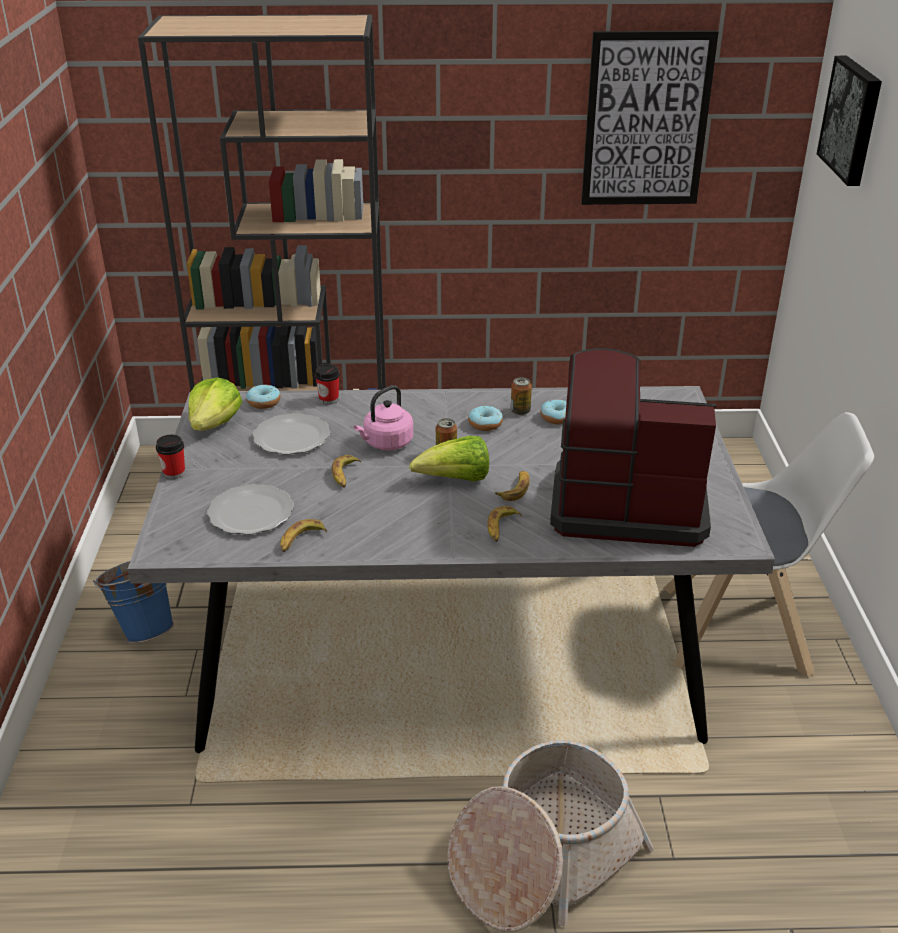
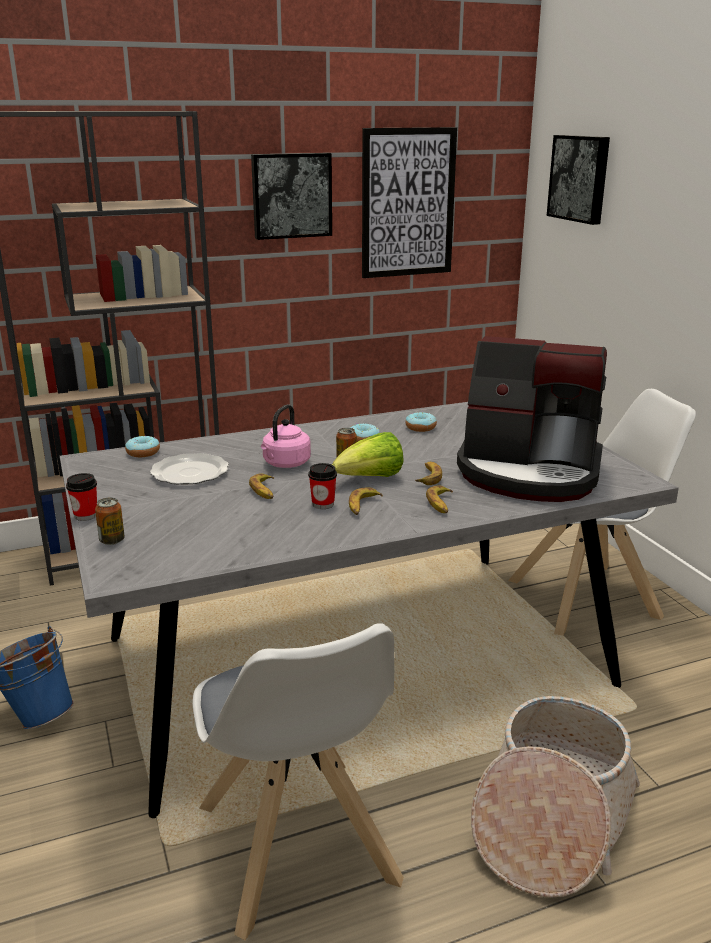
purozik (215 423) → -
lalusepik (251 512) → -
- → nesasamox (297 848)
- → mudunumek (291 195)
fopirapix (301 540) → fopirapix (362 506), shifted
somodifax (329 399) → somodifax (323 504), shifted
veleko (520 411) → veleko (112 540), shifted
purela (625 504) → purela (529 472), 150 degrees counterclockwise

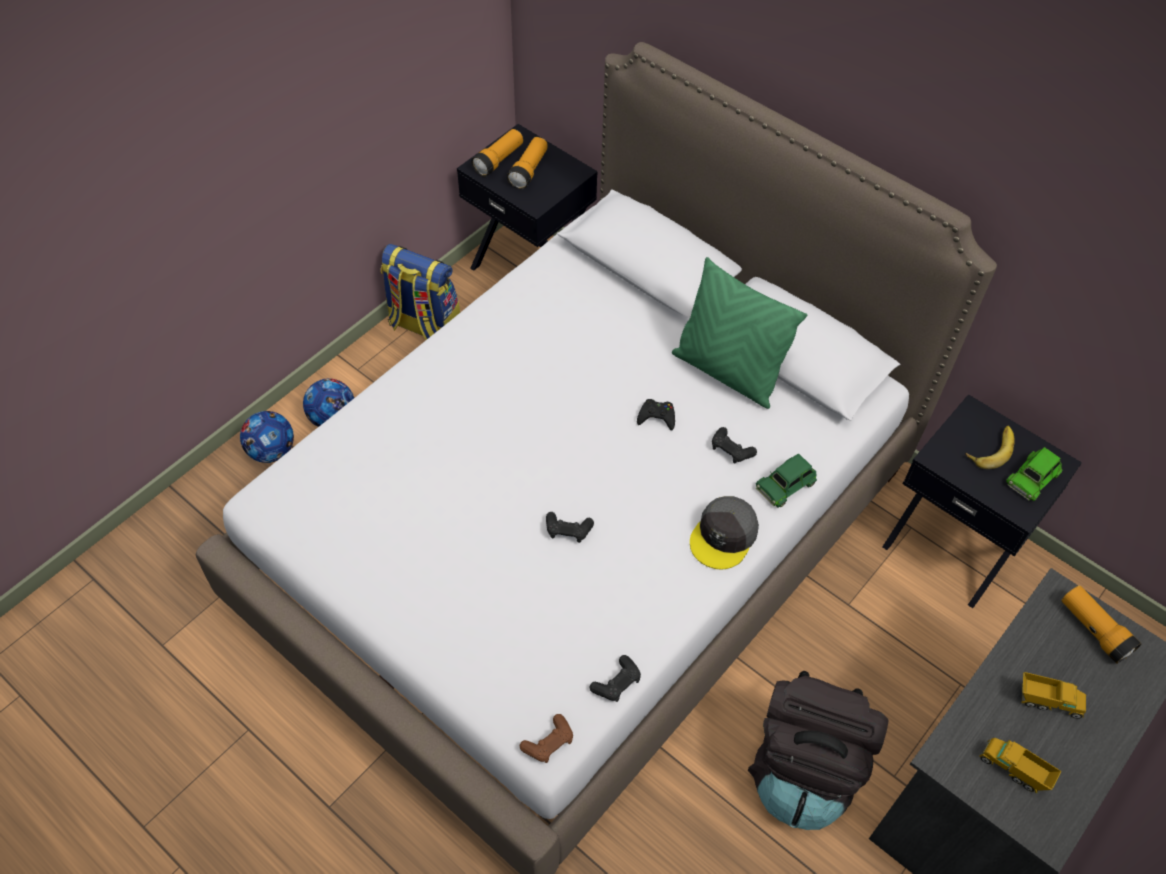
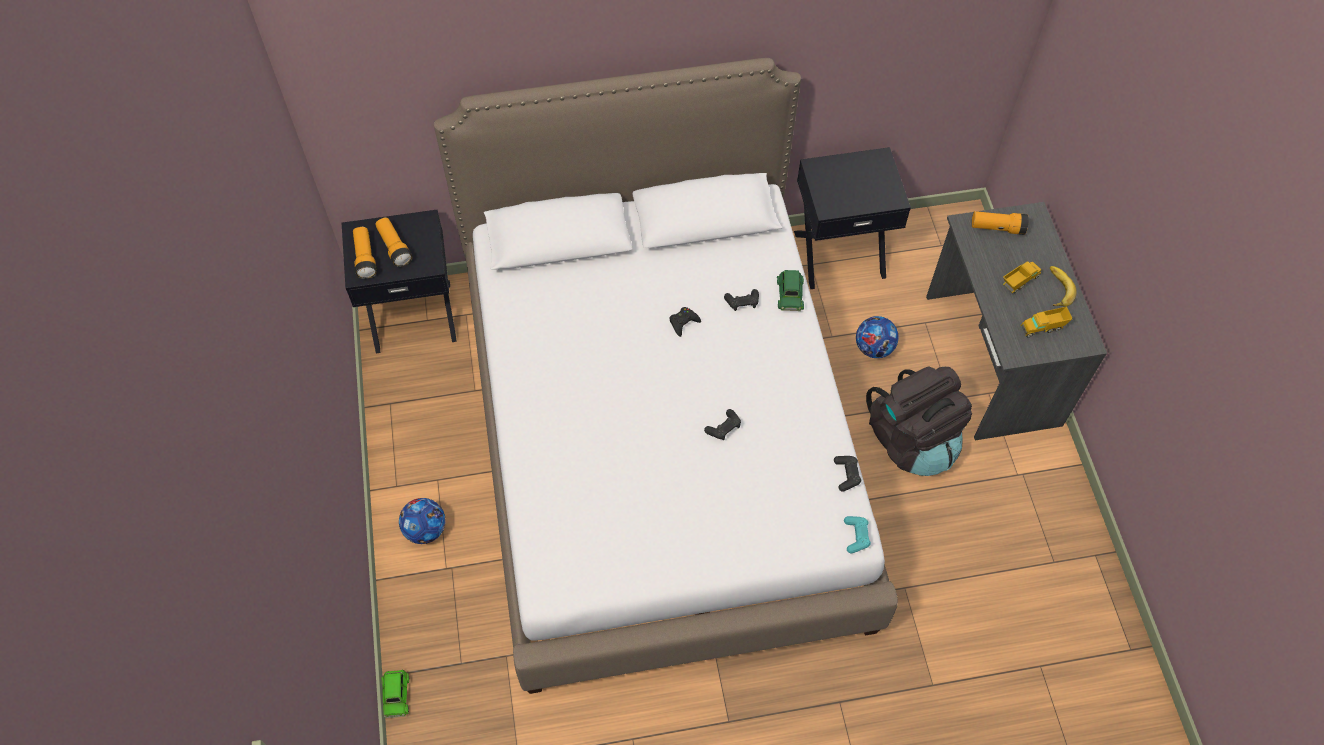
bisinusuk (423 325) → -
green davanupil (727 372) → -
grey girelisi (724 536) → -
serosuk (272 451) → serosuk (873 348), shifted
fopirapix (990 448) → fopirapix (1056 289), shifted
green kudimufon (1033 477) → green kudimufon (395 695), shifted
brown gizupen (548 742) → turquoise gizupen (856 536)

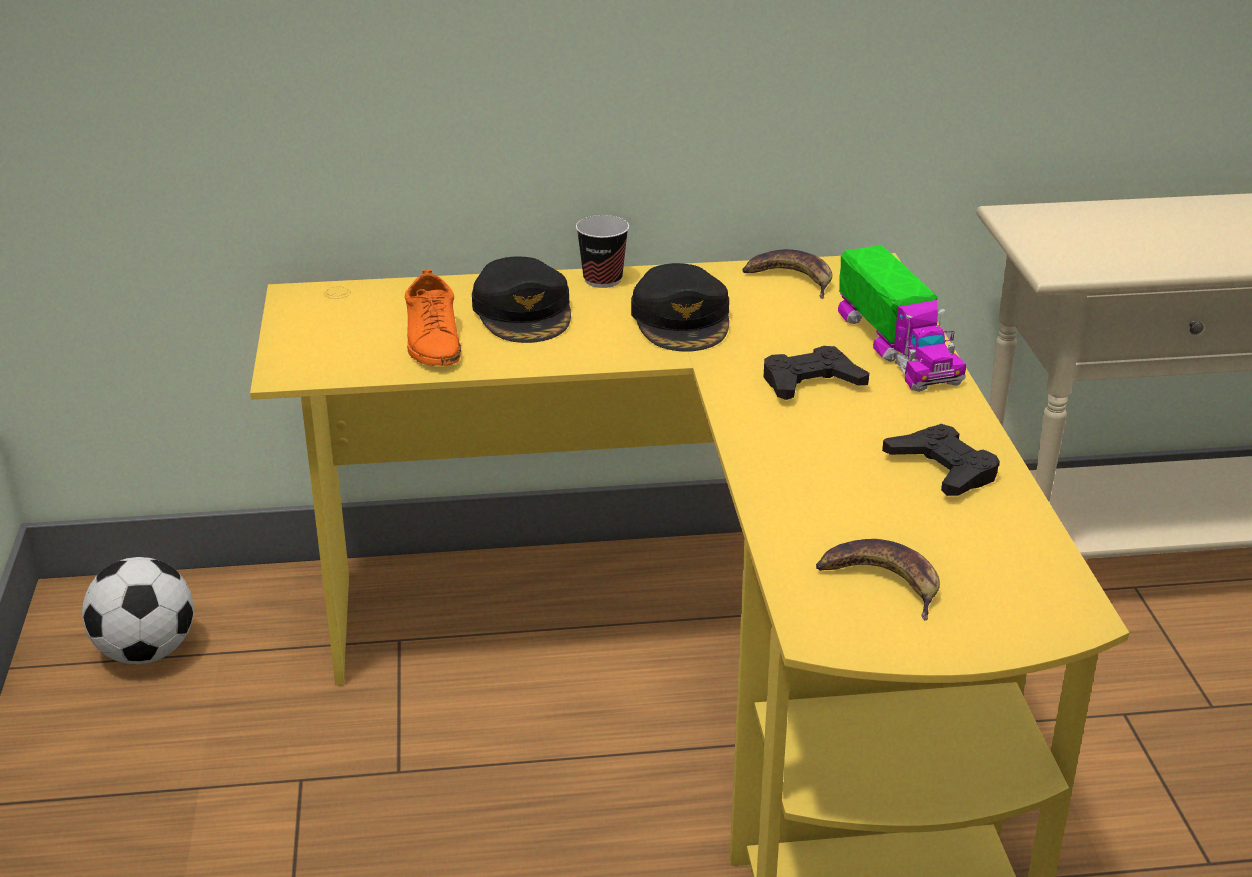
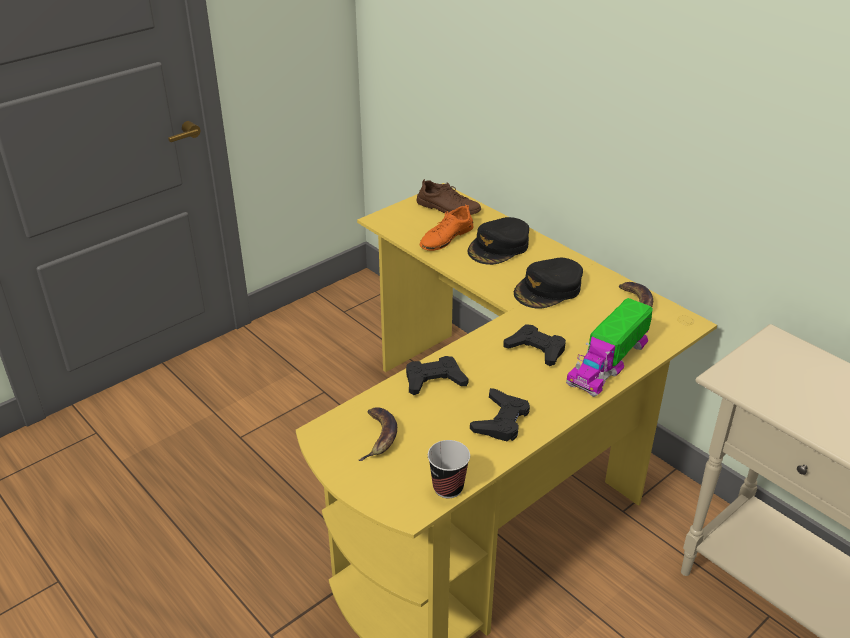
serosuk (146 652) → -
- → black gizupen (434 380)
- → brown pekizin (448 208)
somodifax (602 280) → somodifax (448 487), shifted

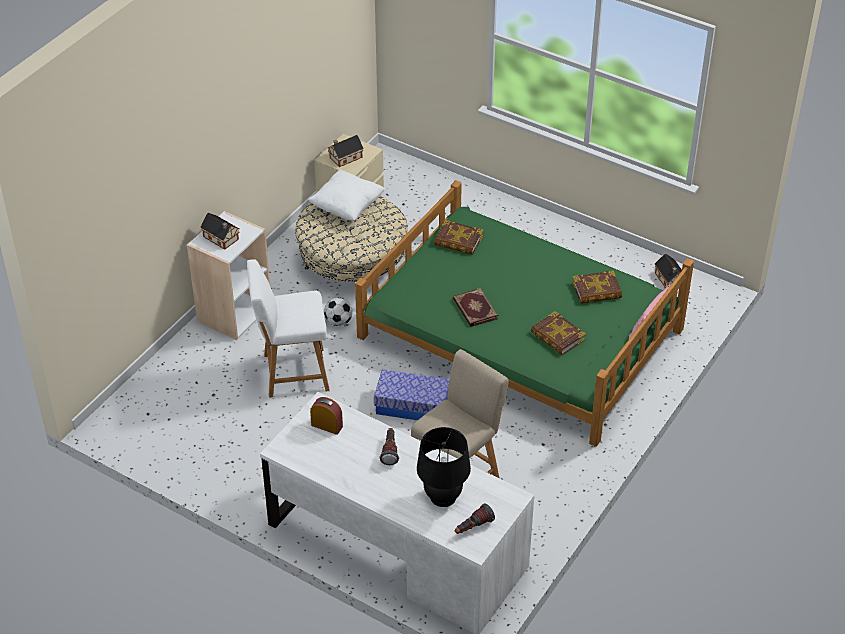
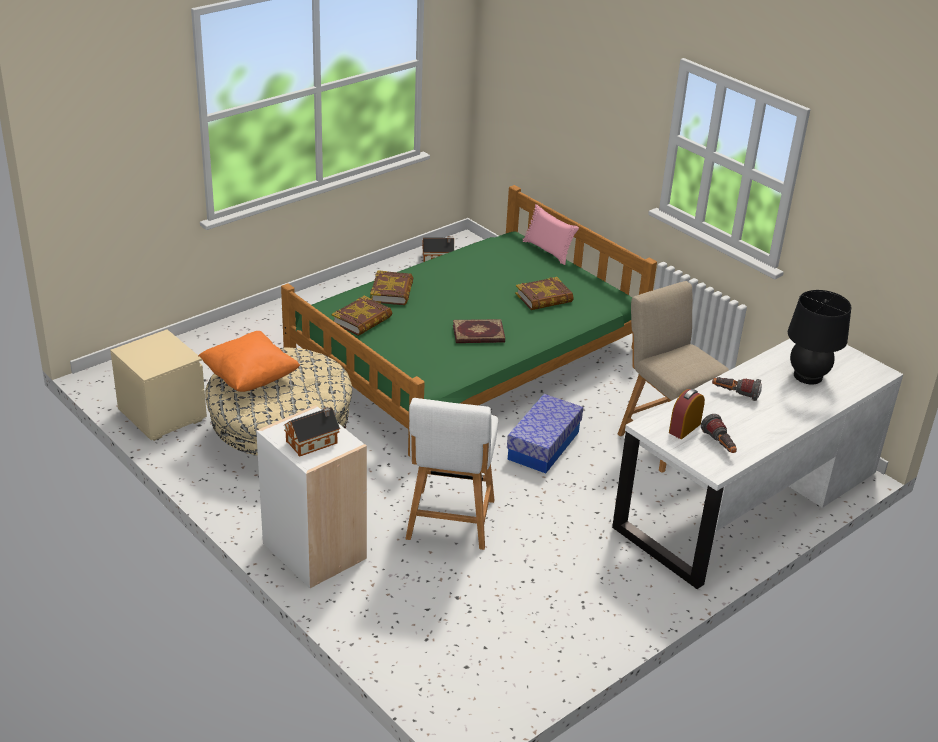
serosuk (338 321) → -
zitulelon (344 158) → -
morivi (473 527) → morivi (719 445), shifted
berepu (597 291) → berepu (392 292), shifted
white davanupil (347 207) → orange davanupil (250 378)

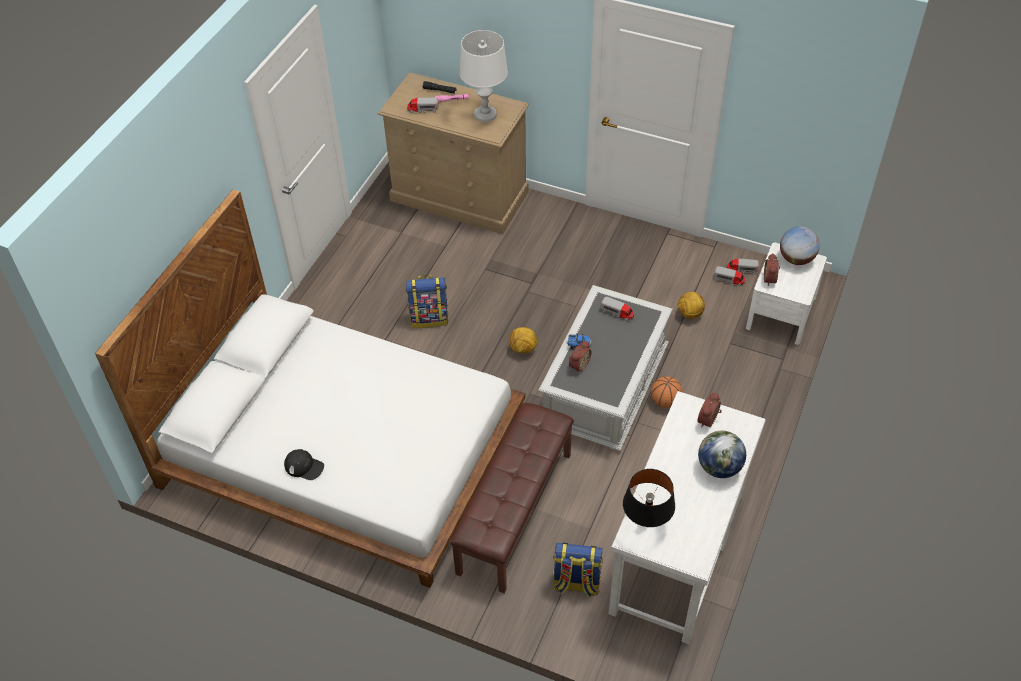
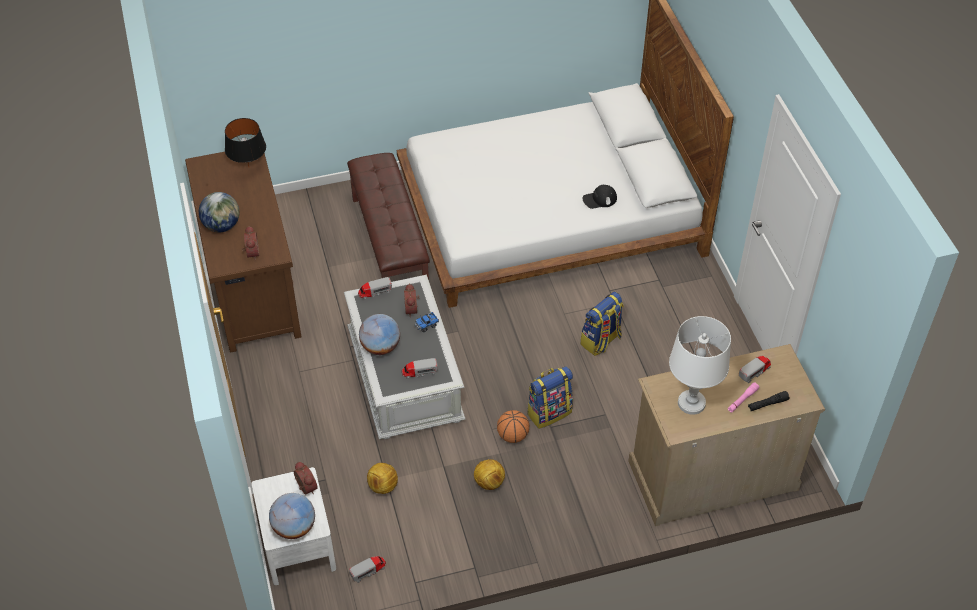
- → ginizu (380 347)
black girelisi (304 466) → black girelisi (599 199), shifted
serosuk (523 349) → serosuk (489 482), shifted
bisinusuk (576 583) → bisinusuk (549 412), shifted
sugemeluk (665 401) → sugemeluk (512 435), shifted
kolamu (729 280) → kolamu (375 292), shifted
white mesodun (678 553) → brown mesodun (251 287)

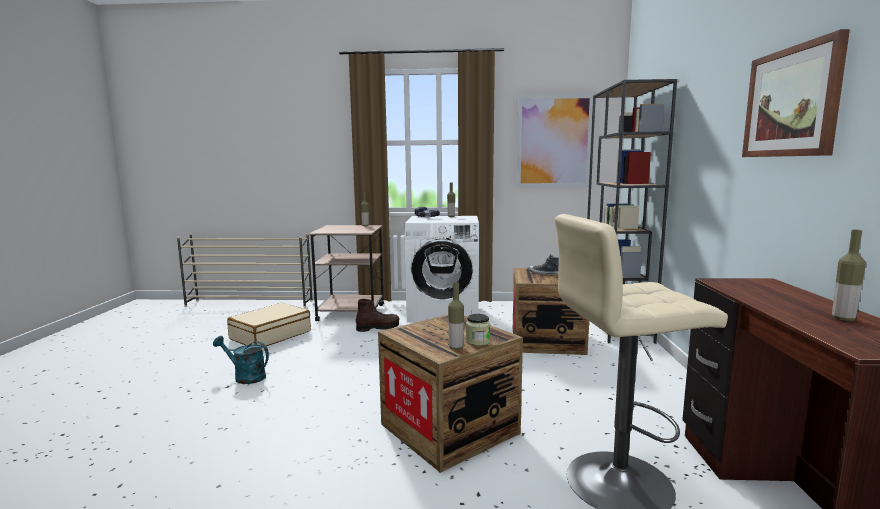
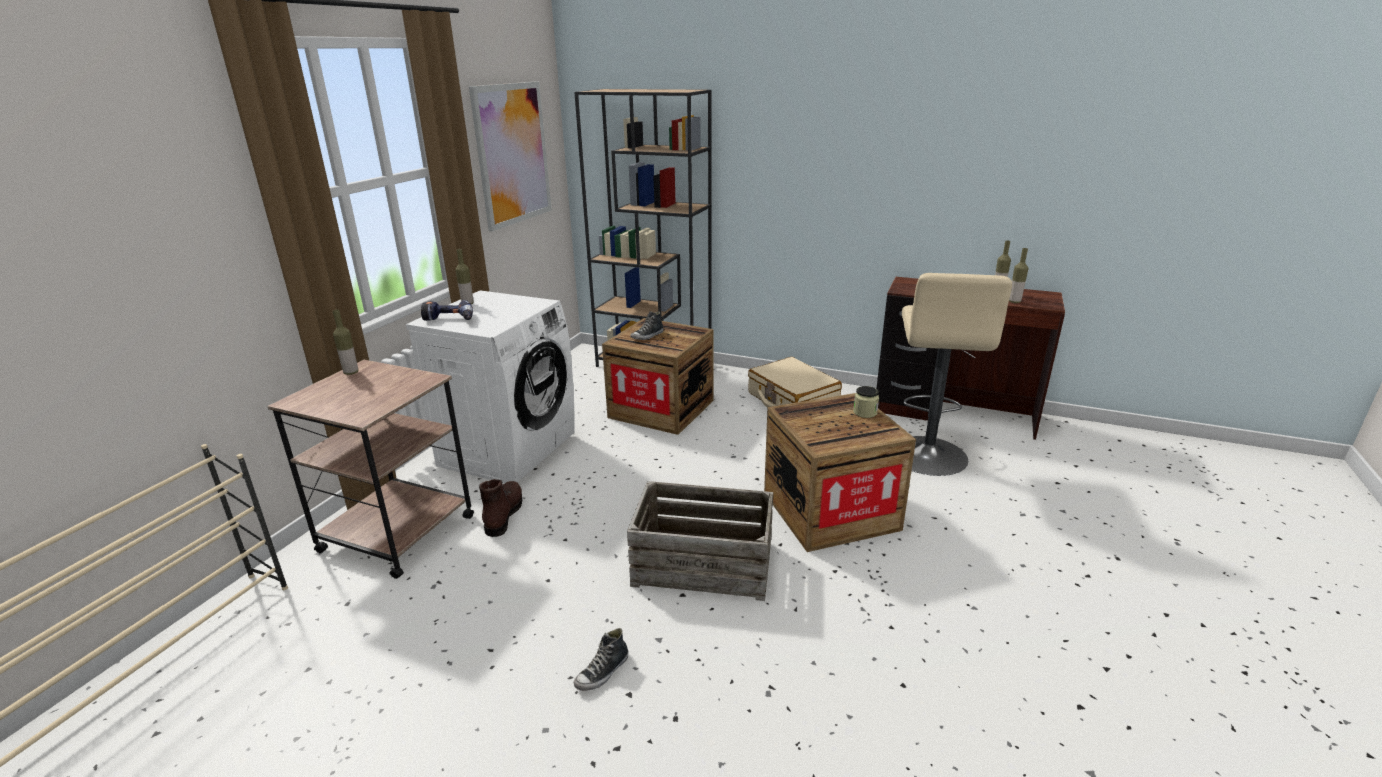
mudunumek (791 102) → -
- → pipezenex (702 565)
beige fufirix (270 335) → beige fufirix (792 400), shifted
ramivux (456 348) → ramivux (1014 302), shifted
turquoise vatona (245 377) → pekizin (603 672)

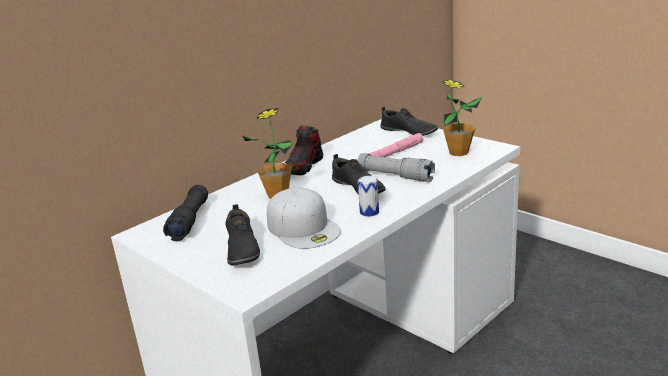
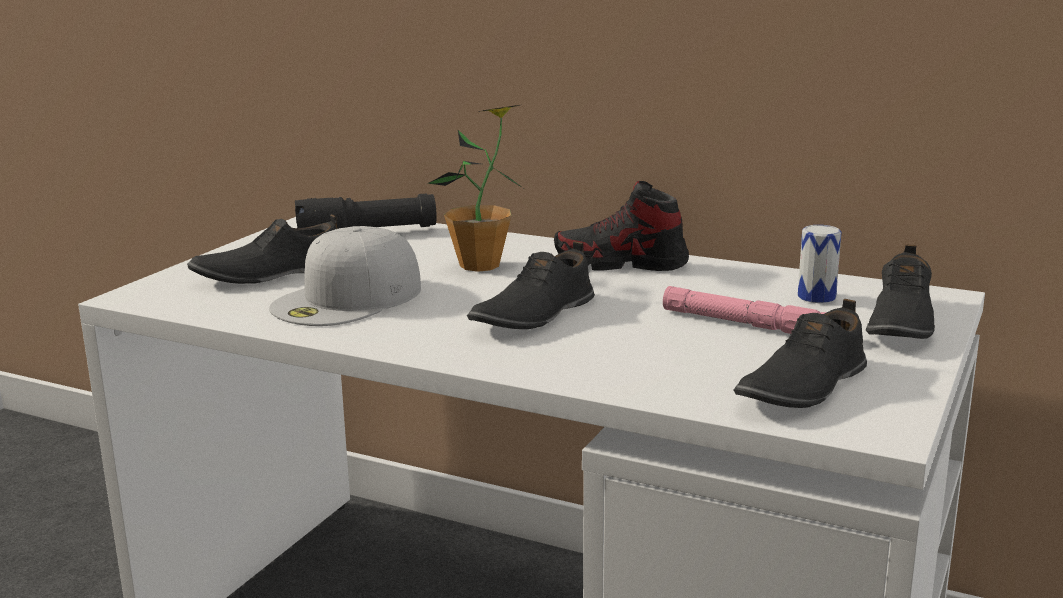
grey morivi (395 176) → -
veleko (369 212) → veleko (816 297), shifted
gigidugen (458 152) → black pekizin (801 387)

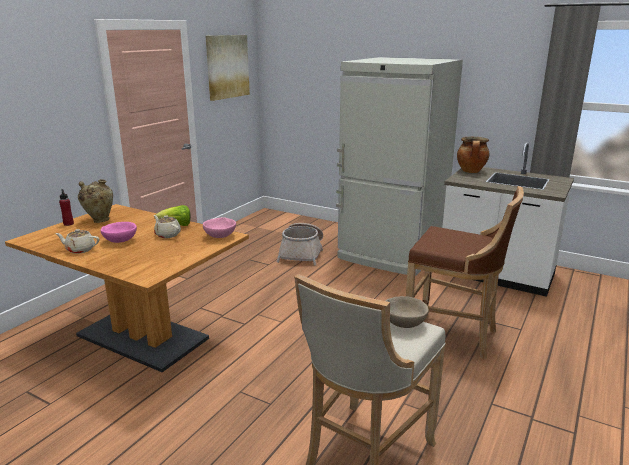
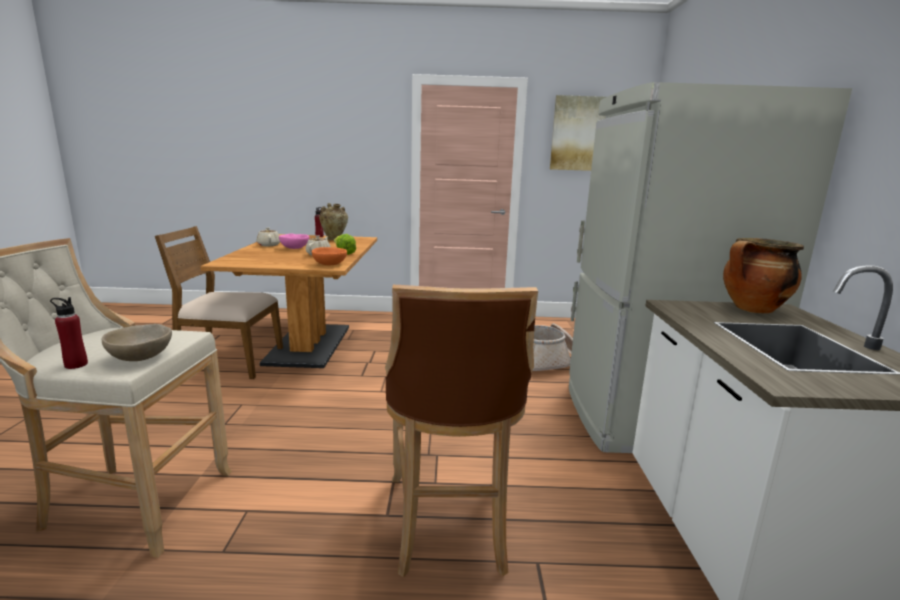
- → red ramivux (76 365)
- → brown nesasamox (229 361)
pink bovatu (220 236) → orange bovatu (329 265)

